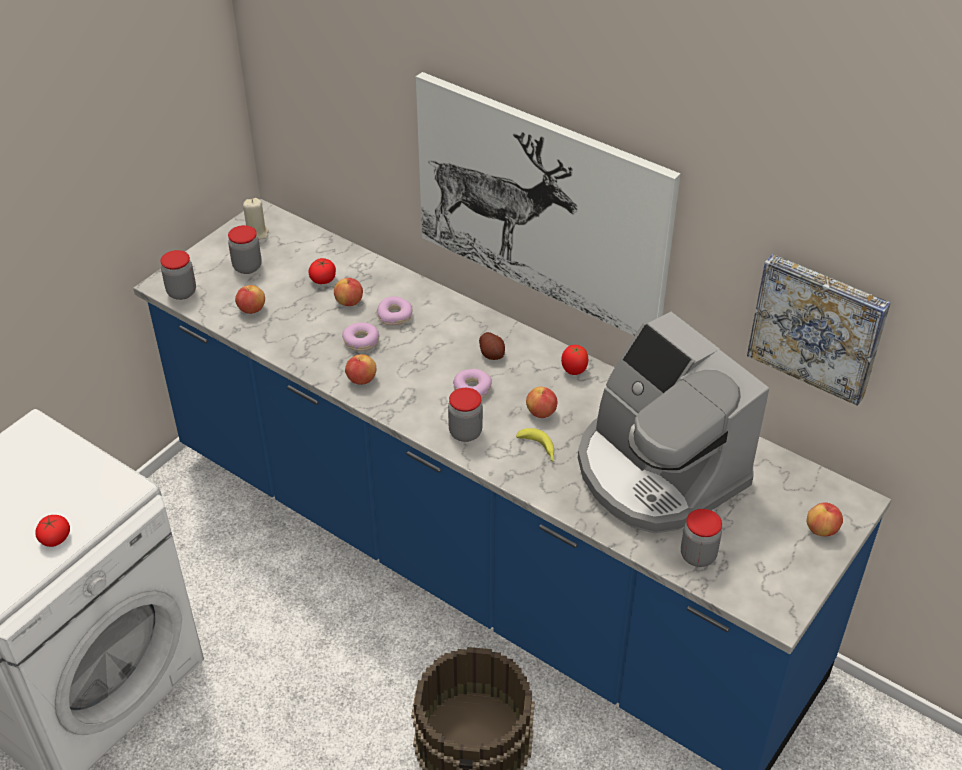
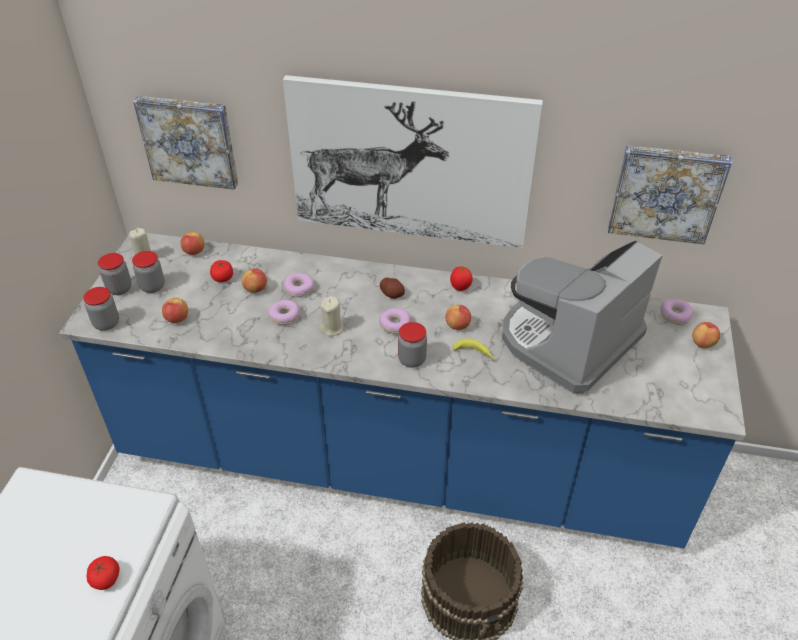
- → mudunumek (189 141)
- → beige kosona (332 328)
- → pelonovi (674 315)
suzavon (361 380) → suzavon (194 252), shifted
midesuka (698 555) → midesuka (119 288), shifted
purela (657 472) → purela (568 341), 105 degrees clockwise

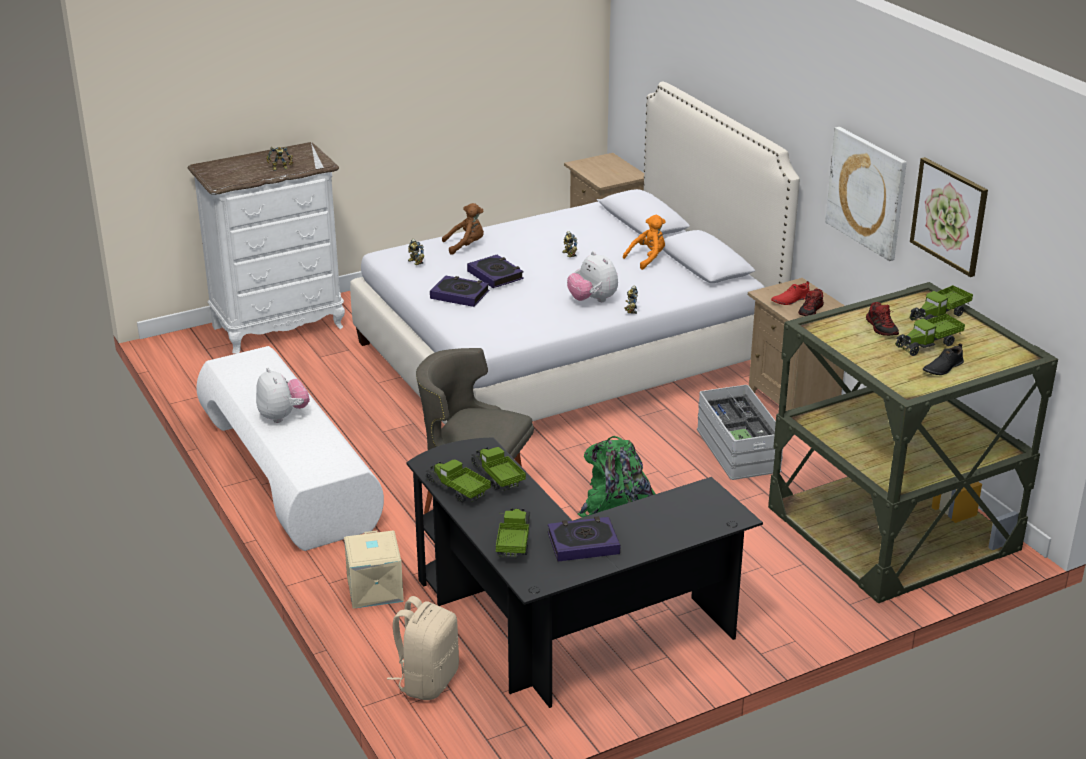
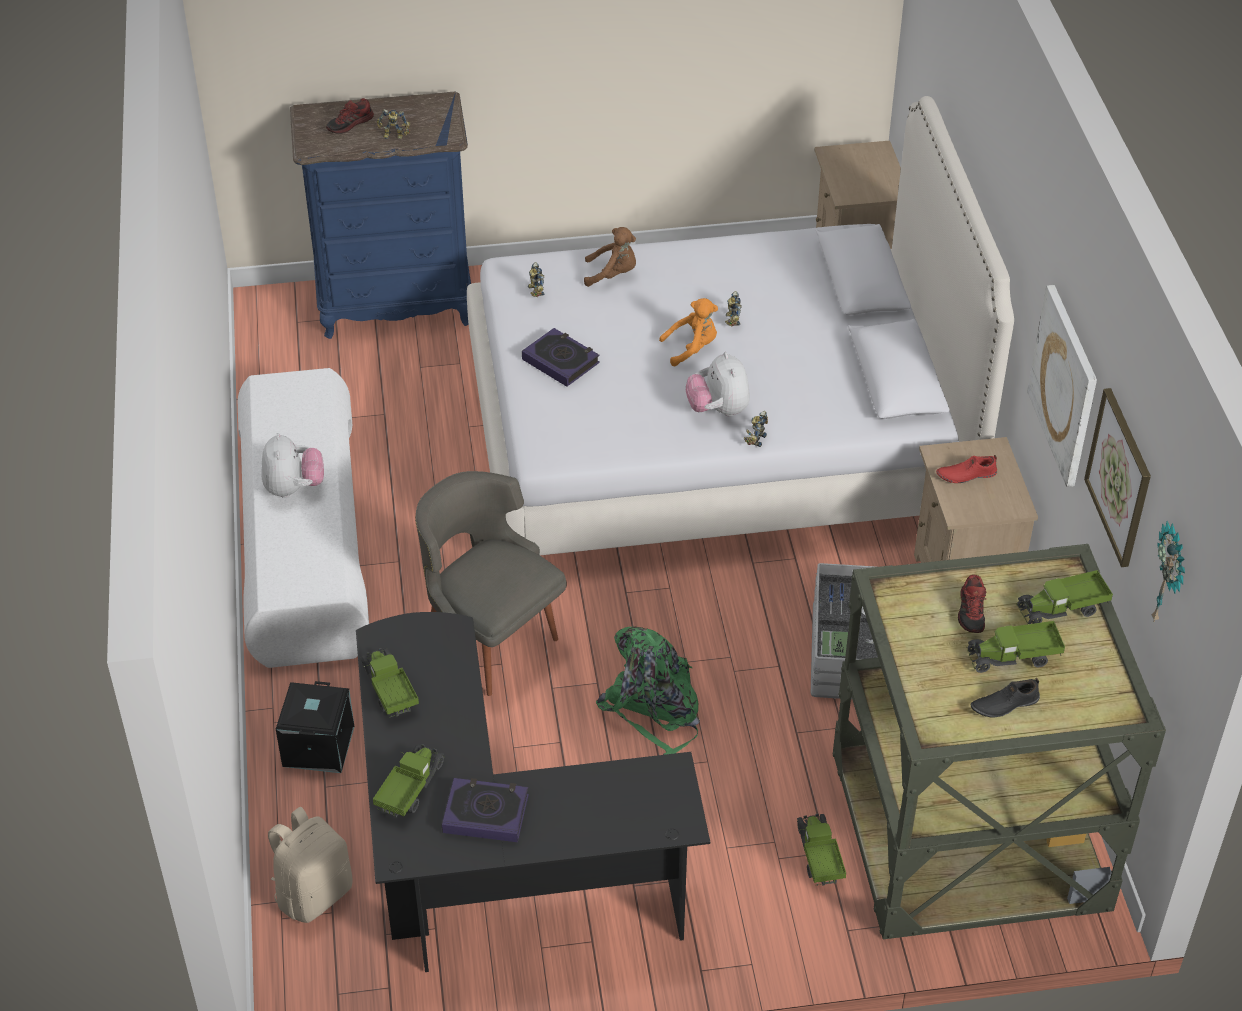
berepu (495 275) → -
- → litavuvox (1171 577)
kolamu (497 477) → kolamu (818 856), shifted
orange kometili (647 259) → orange kometili (692 348), shifted
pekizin (811 311) → pekizin (350 124), shifted
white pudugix (279 328) → blue pudugix (396 307)
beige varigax (373 589) → black varigax (317 745)

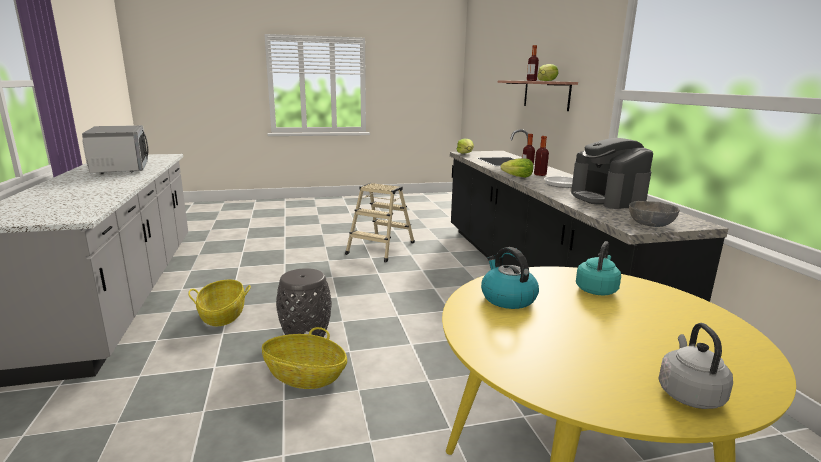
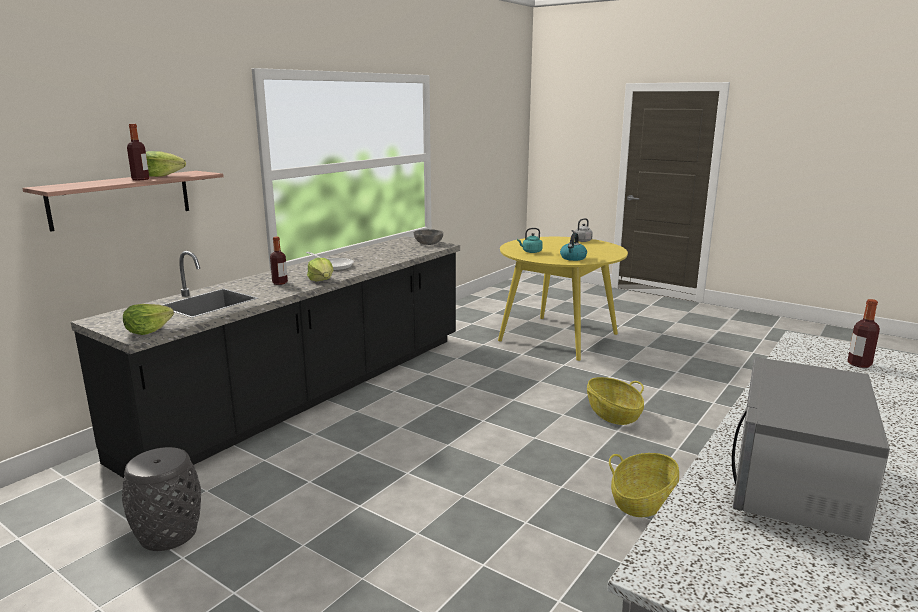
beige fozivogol (381 248) → -
purela (607 199) → -
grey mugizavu (306 334) → grey mugizavu (168 534), shifted
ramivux (540 174) → ramivux (859 364), shifted

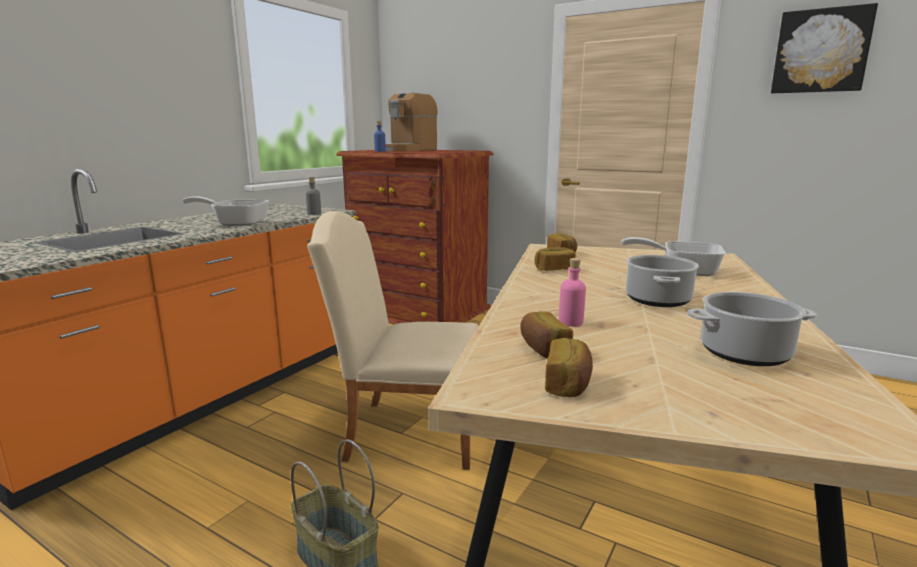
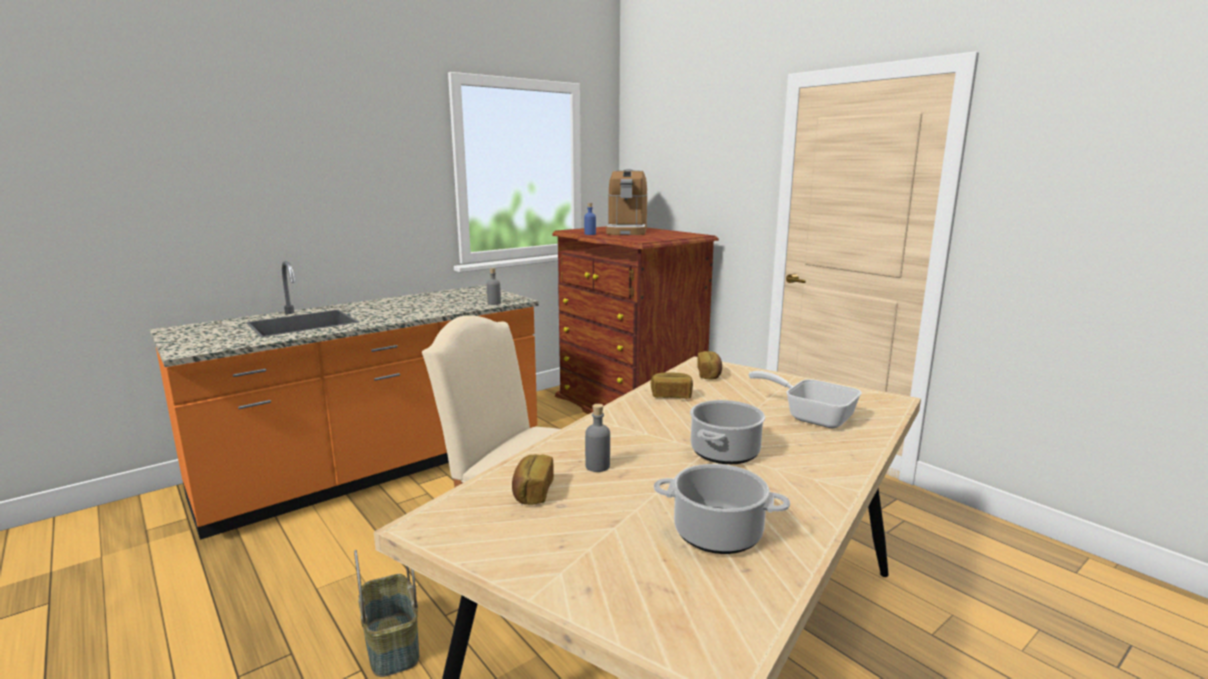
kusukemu (236 223) → -
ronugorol (569 384) → -
mudunumek (821 51) → -
pink ramivux (570 322) → grey ramivux (597 466)
purela (408 150) → purela (627 231), 45 degrees counterclockwise

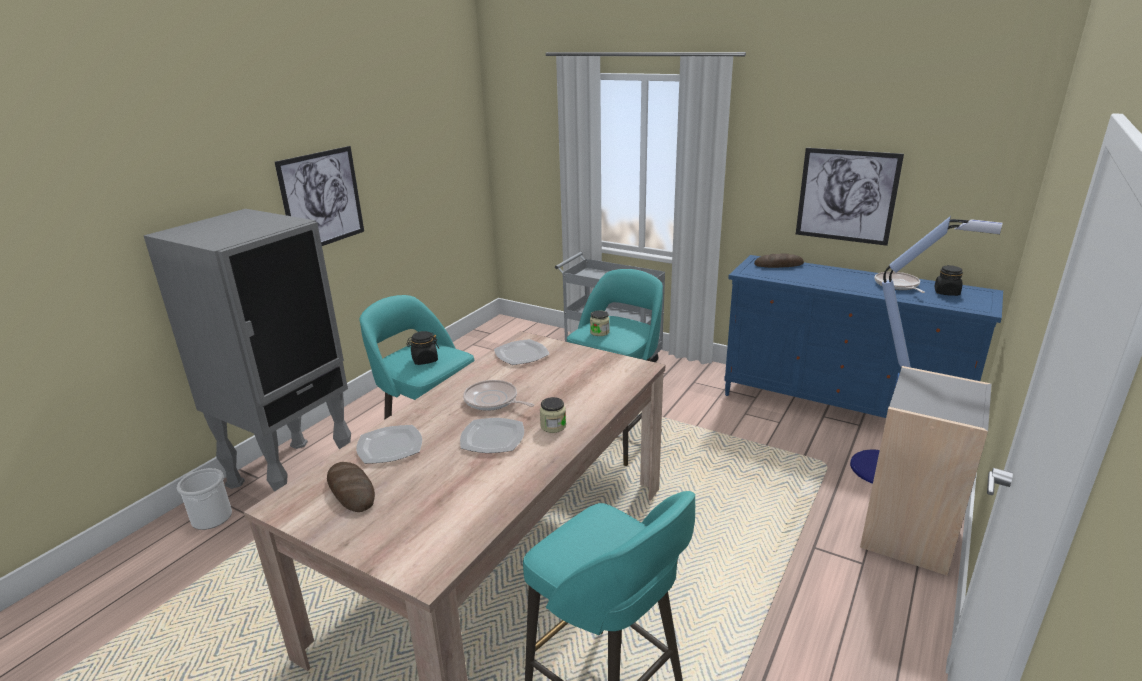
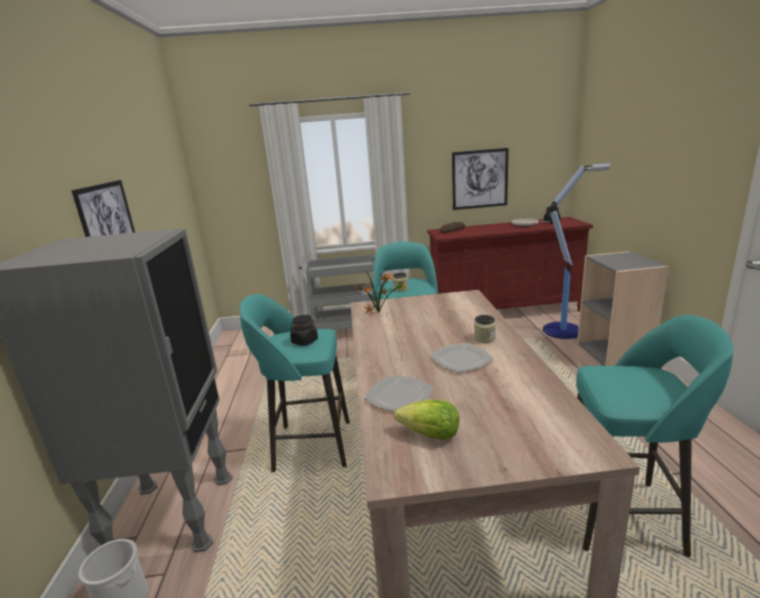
kusukemu (493 401) → -
ronugorol (351 490) → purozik (430 435)
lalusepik (521 354) → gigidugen (379 312)
blue pudugix (839 408) → red pudugix (504 312)

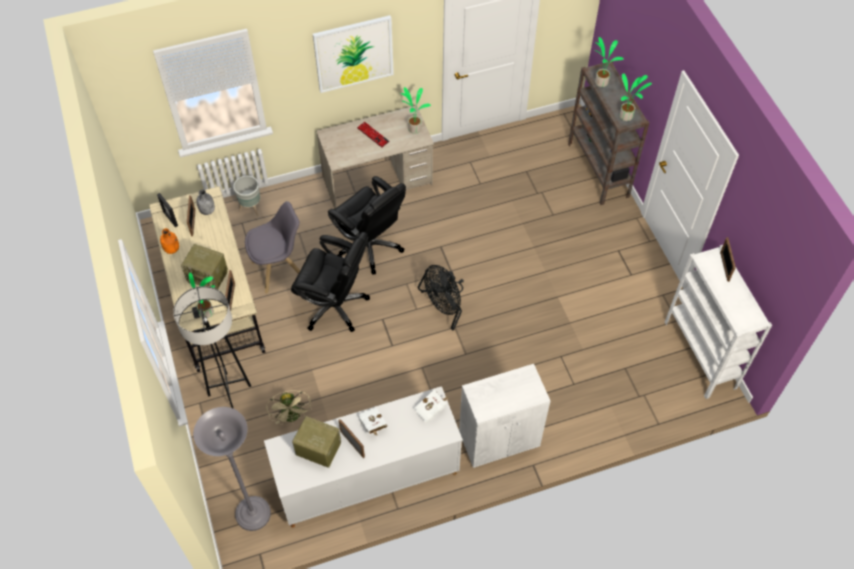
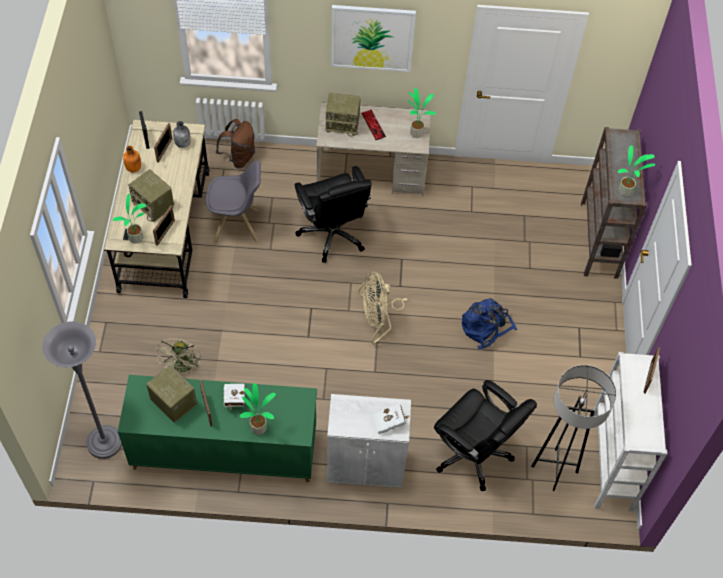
- → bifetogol (343 123)
- → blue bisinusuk (486 327)
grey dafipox (229 390) → grey dafipox (554 469), shifted
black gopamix (334 305) → black gopamix (473 453), shifted
white berepu (432 409) → white berepu (390 422), shifted
gigidugen (601 82) → gigidugen (258 427), shifted
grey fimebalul (251 208) → brown bisinusuk (239 158)
white pudugix (367 476) → green pudugix (225 450)
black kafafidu (445 303) → beige kafafidu (378 315)

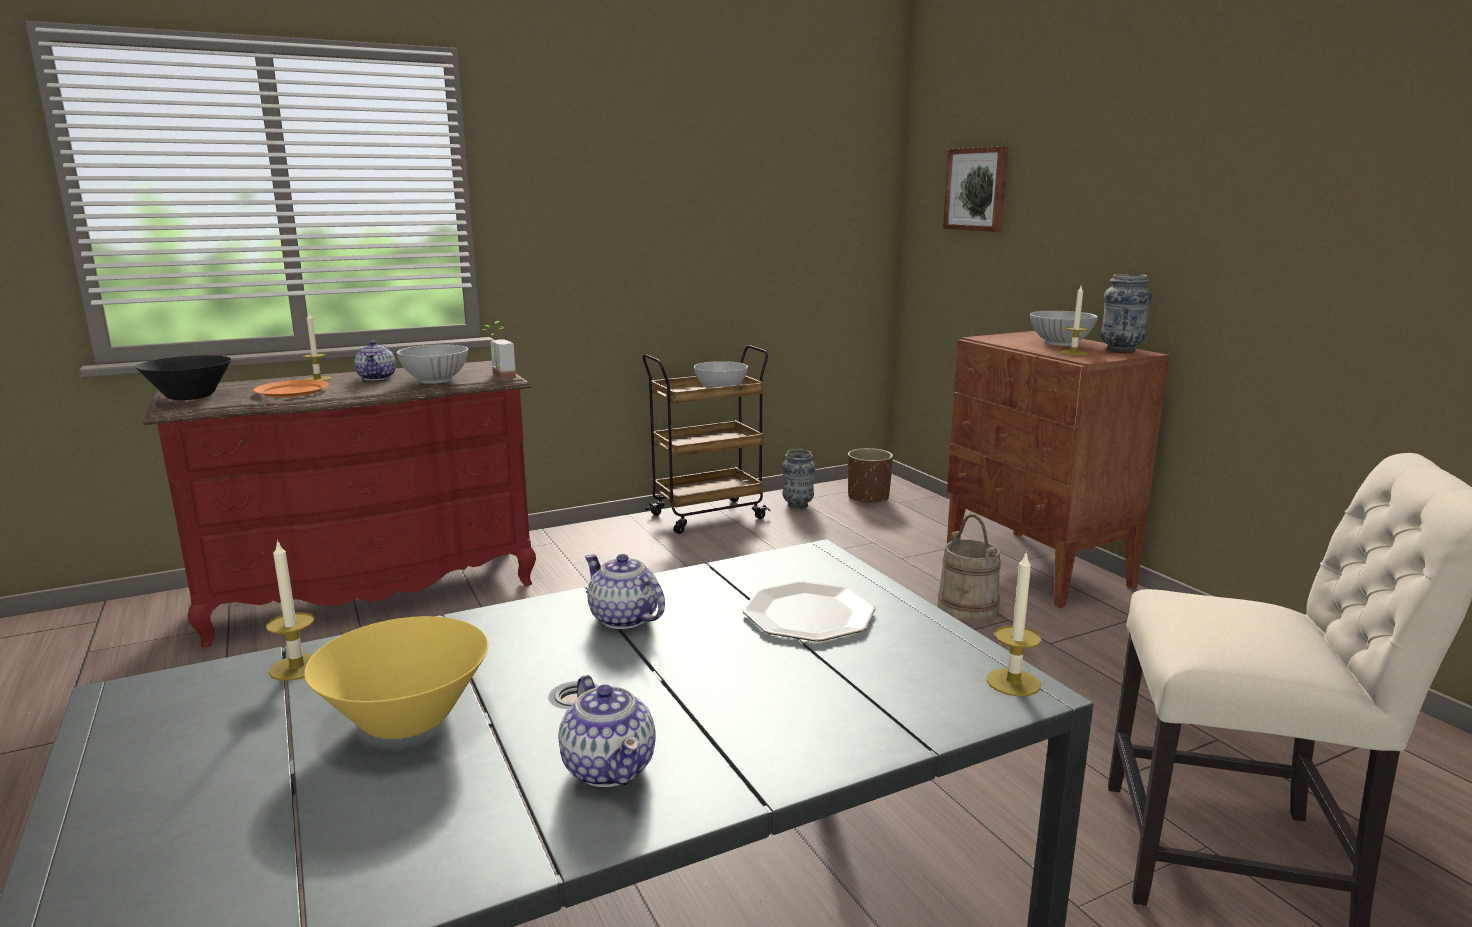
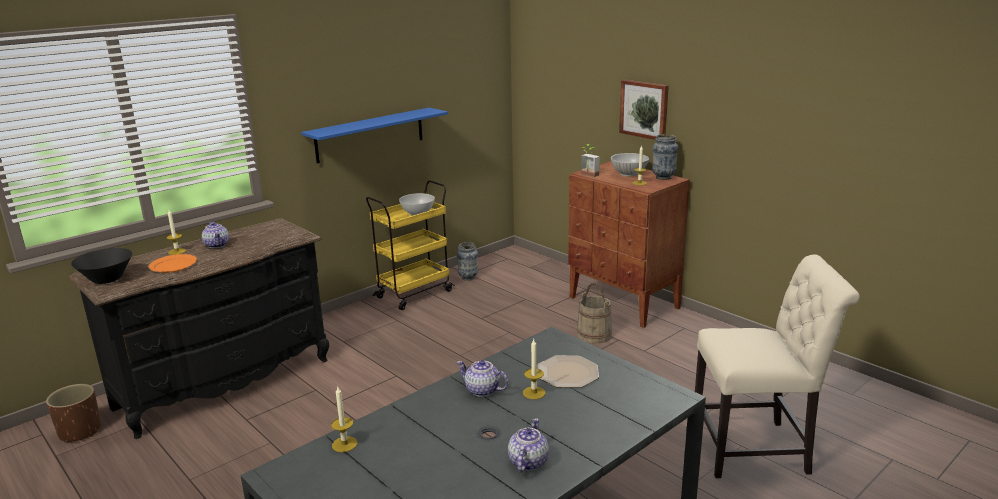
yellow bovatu (406 719) → -
white bovatu (435 380) → -
- → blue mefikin (370 135)
gigidugen (498 377) → gigidugen (588 175), shifted
brown fimebalul (868 498) → brown fimebalul (80 431), shifted
mudunumek (977 189) → mudunumek (644 109), shifted
kosona (1013 682) → kosona (534 393), shifted
red pudugix (375 595) → black pudugix (227 384)
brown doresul (708 516) → yellow doresul (415 294)
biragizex (609 767) → biragizex (527 462), 120 degrees counterclockwise

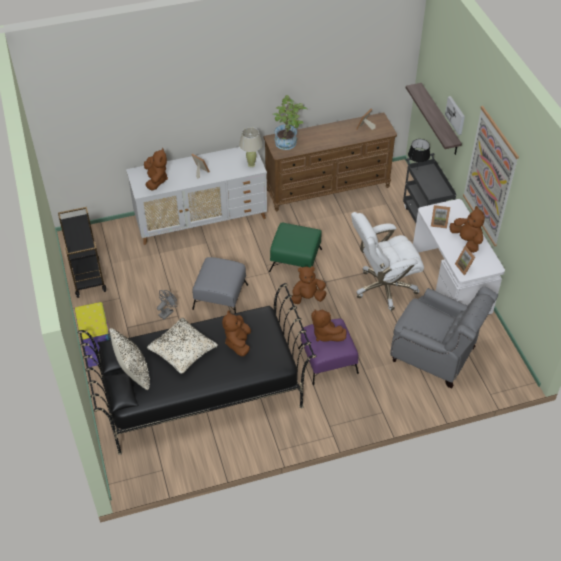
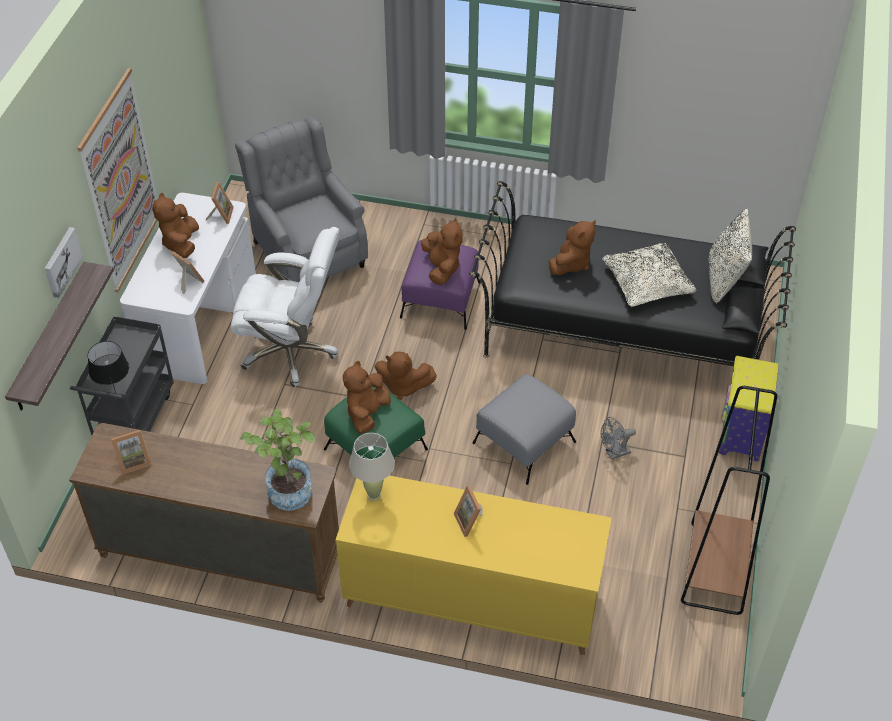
brown kometili (156 180) → brown kometili (367 413), shifted
black doresul (87 277) → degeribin (715 569)
white pudugix (200 218) → yellow pudugix (472 598)

